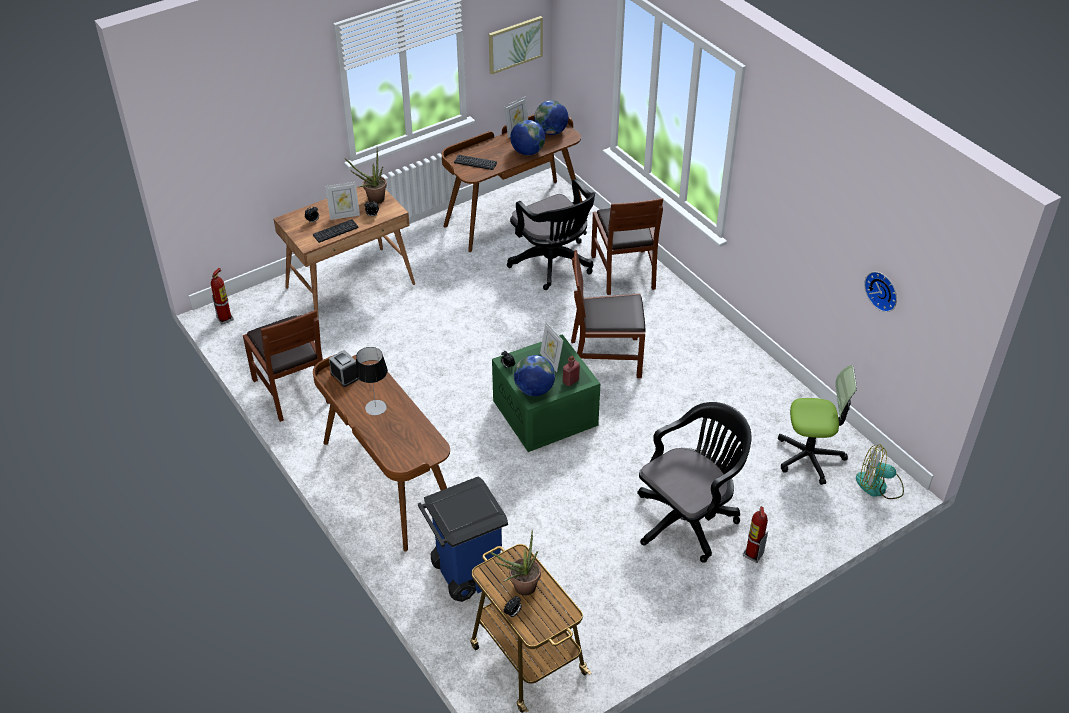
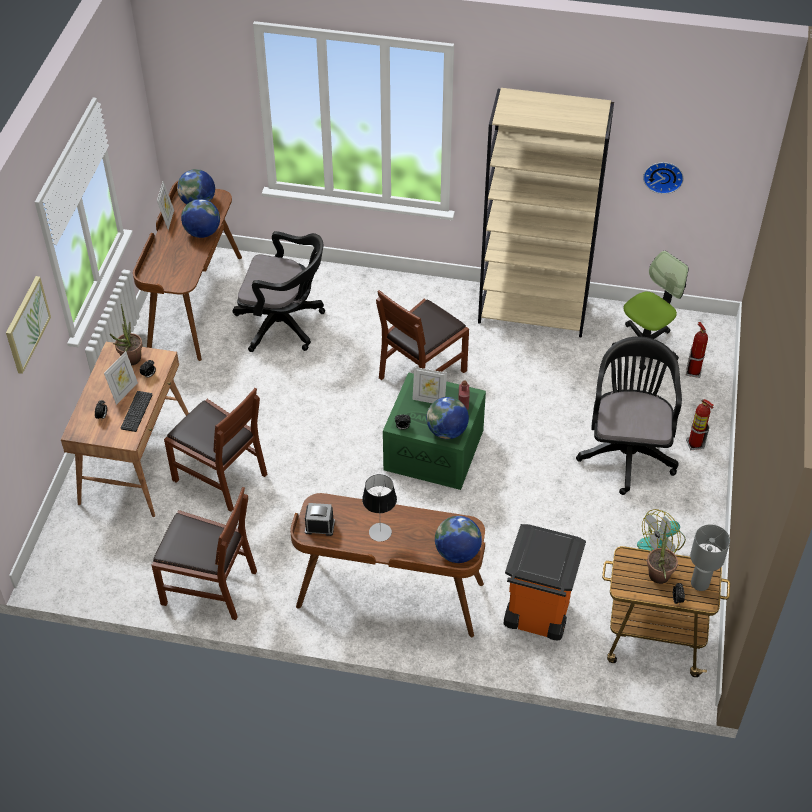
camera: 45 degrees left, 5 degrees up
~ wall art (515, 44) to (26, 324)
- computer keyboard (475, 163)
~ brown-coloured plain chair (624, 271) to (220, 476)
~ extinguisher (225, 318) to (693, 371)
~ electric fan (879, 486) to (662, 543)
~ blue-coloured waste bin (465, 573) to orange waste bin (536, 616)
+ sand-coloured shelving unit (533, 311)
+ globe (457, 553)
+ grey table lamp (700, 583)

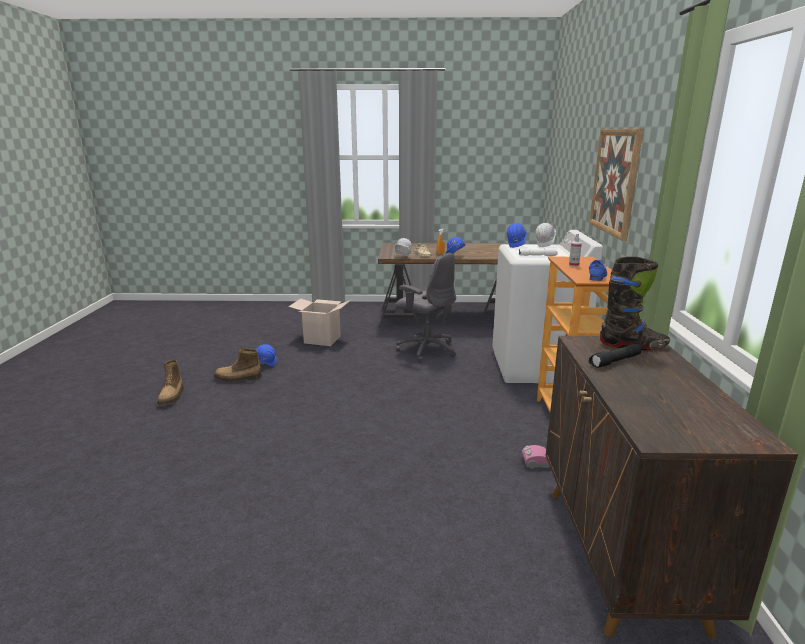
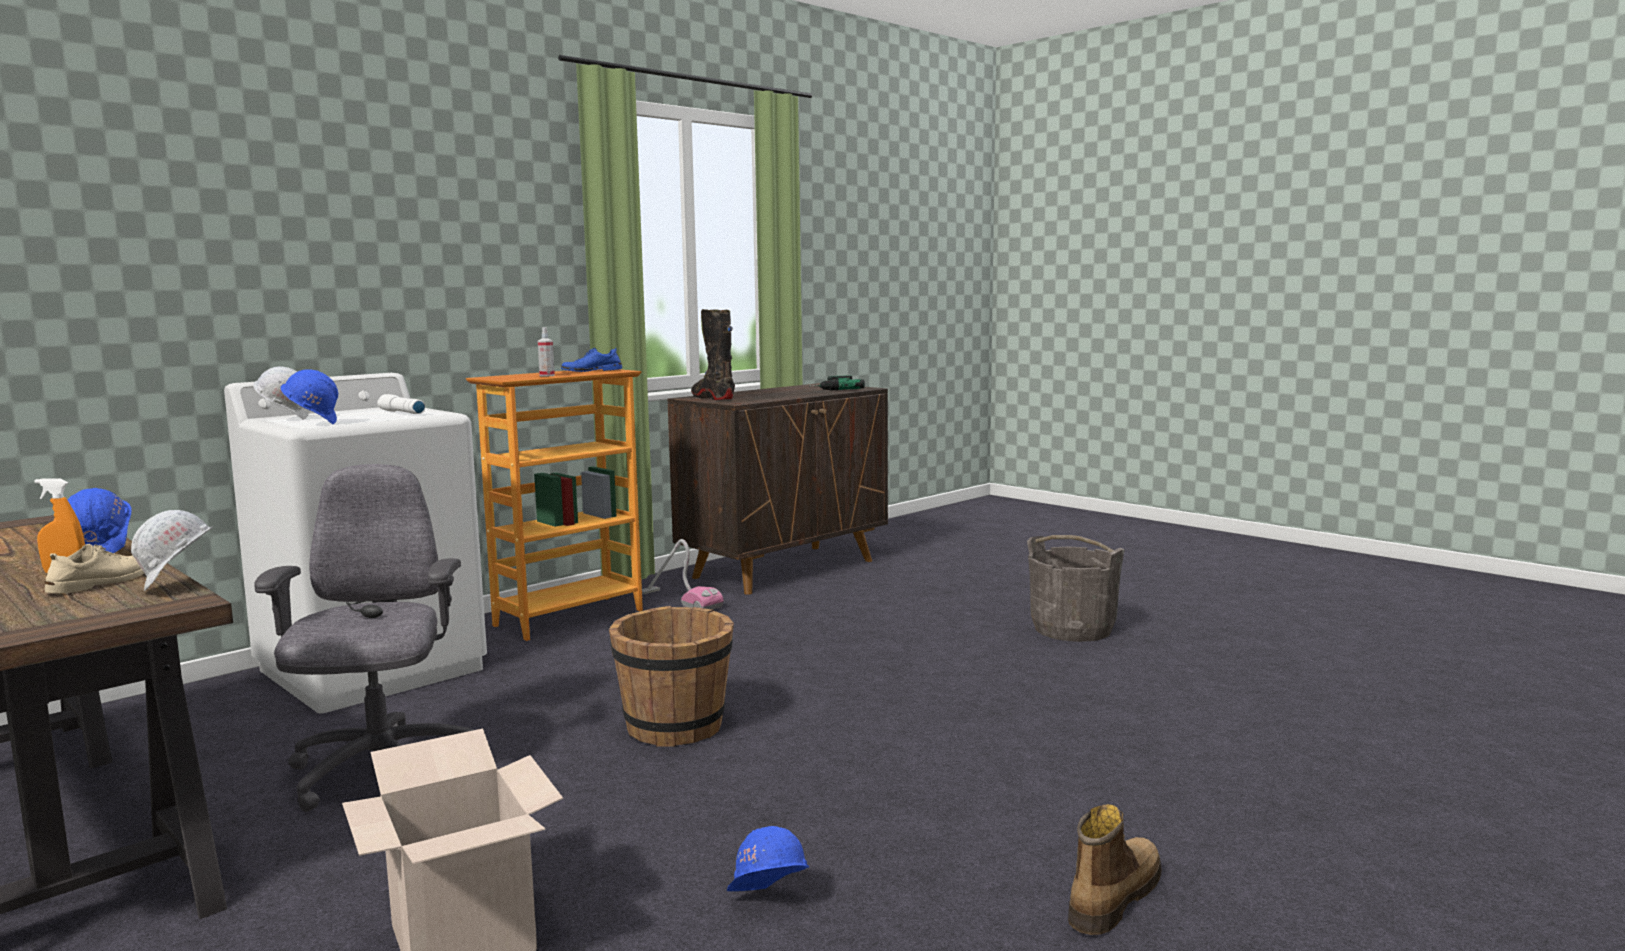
camera: 135 degrees left, 10 degrees down
- wall art (615, 181)
- blackish flashlight (615, 361)
- high-top boot (238, 379)
+ drill (831, 389)
+ grey pail (1073, 629)
+ brown-coloured pail (675, 728)

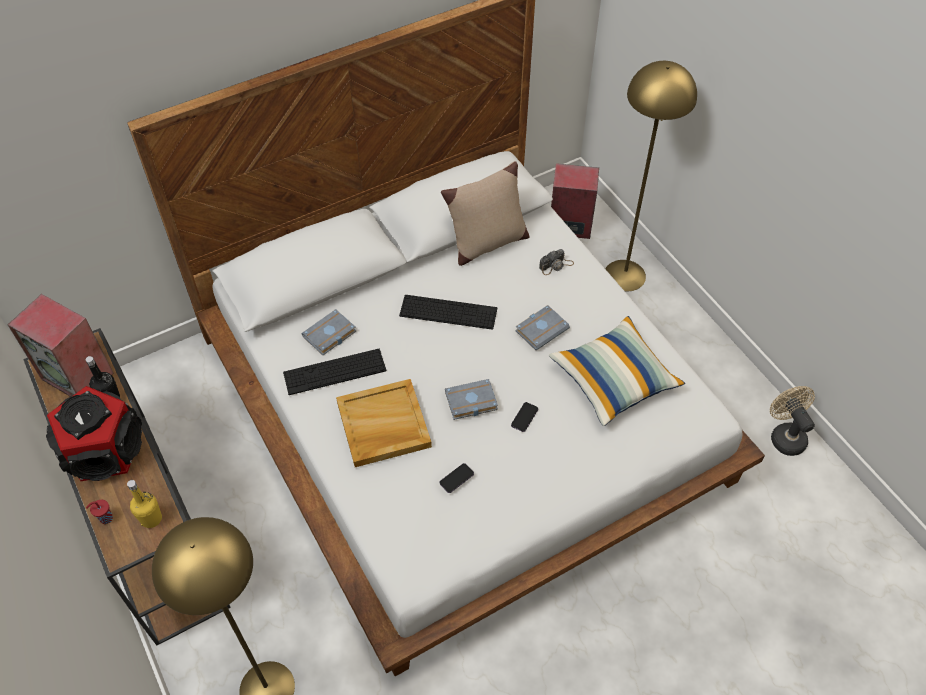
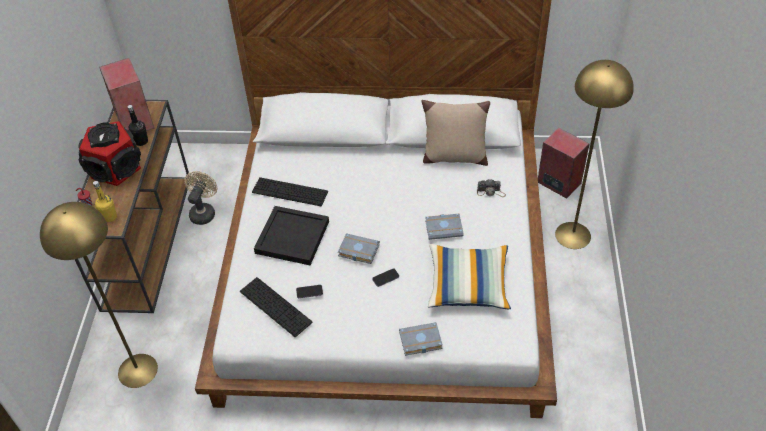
camera: 35 degrees right, 5 degrees down
~ computer keyboard (448, 312) to (275, 306)
~ grey bound book (329, 336) to (420, 342)
~ sand-coloured carrying tray (383, 425) to blackish carrying tray (291, 237)
~ sand-coloured electric fan (785, 435) to (204, 212)

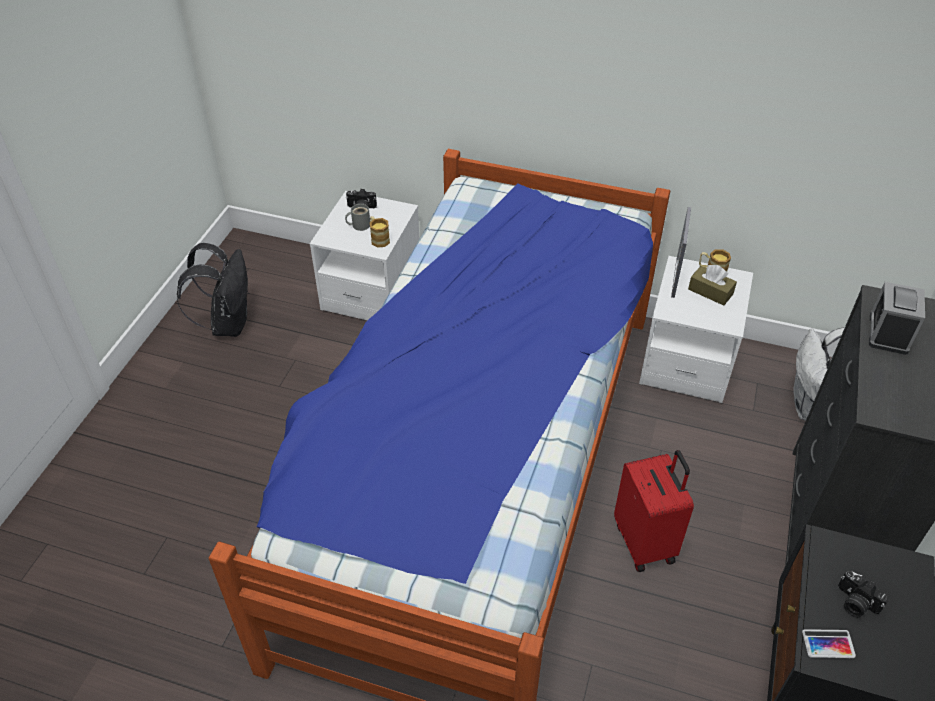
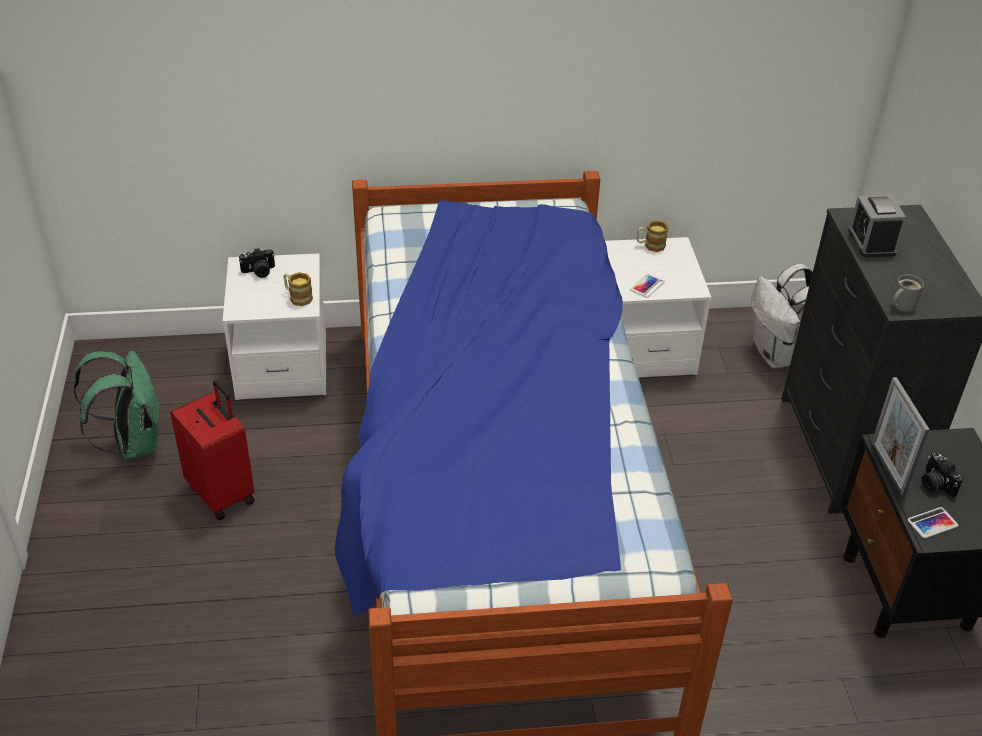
camera: 25 degrees left, 5 degrees down
~ grey coffee mug (359, 225) to (901, 304)
~ standing frame (675, 278) to (888, 468)
~ blackish backpack (228, 323) to green-coloured backpack (133, 443)
- brown-coloured box of tissues (710, 291)
~ red suitcase (646, 542) to (223, 493)
~ still camera (855, 603) = (934, 484) 45 degrees clockwise
+ telephone (647, 286)

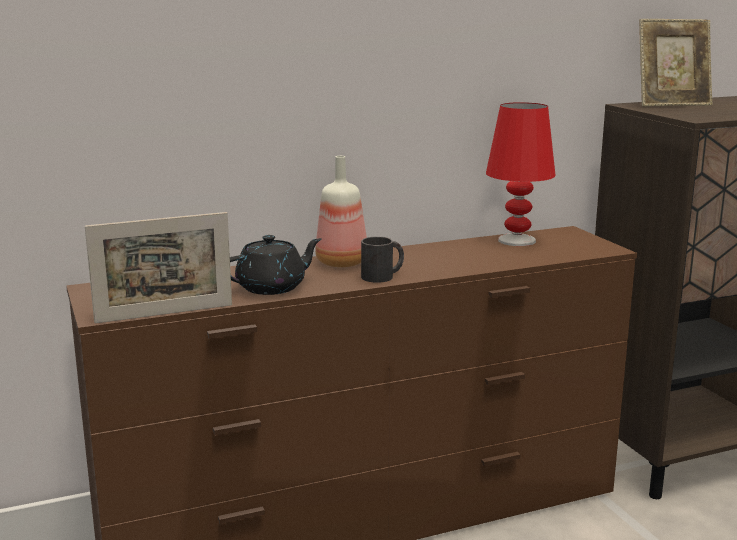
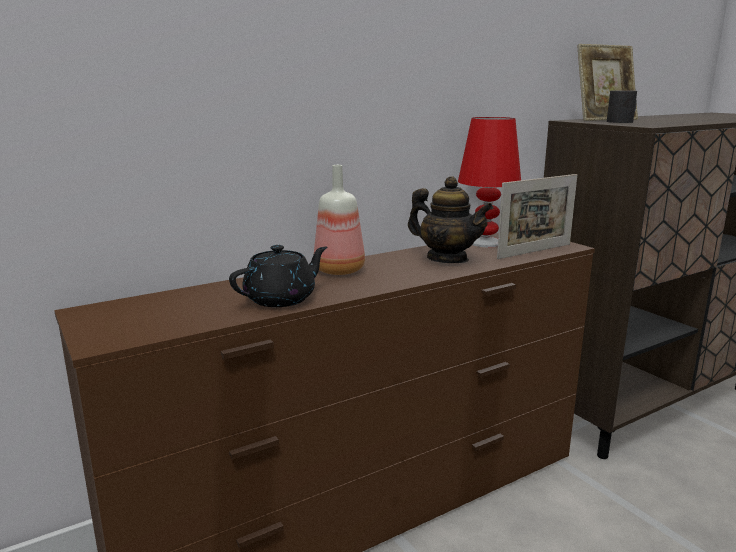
camera: 10 degrees left, 0 degrees up
~ standing frame (165, 313) to (534, 251)
~ blackish coffee mug (383, 276) to (622, 121)
+ pot for tea (447, 259)

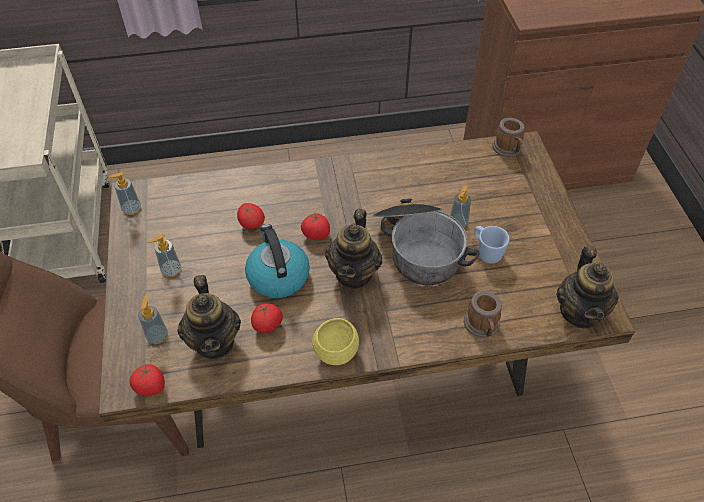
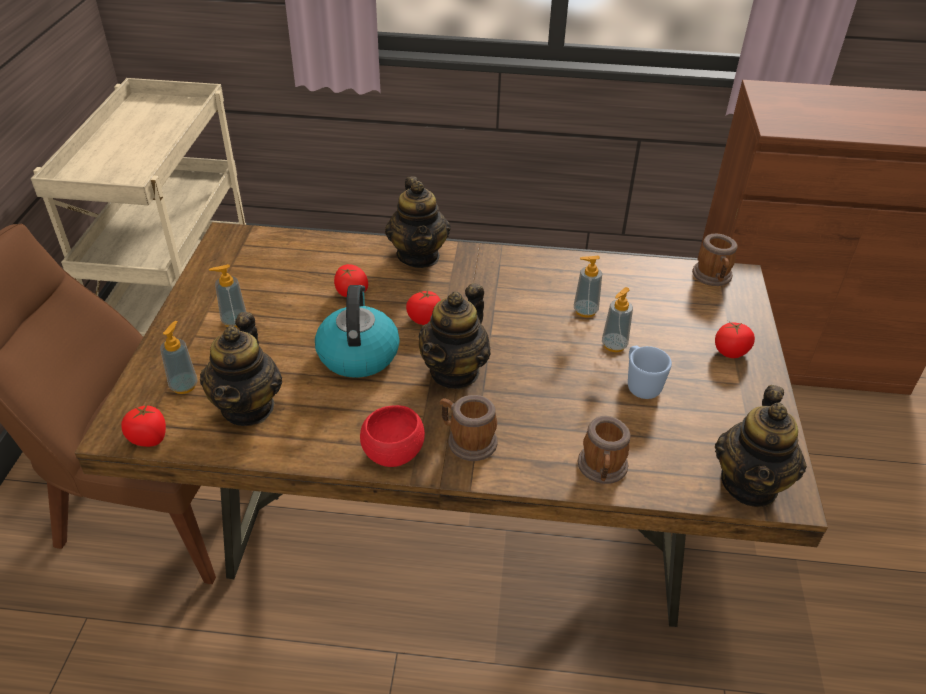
camera: 15 degrees right, 10 degrees down
~ soap dispenser (131, 209) to (585, 311)
- stockpot (418, 249)
~ tomato (268, 324) to (730, 352)
~ yellowish serving bowl (336, 351) to red serving bowl (393, 453)
+ pot for tea (419, 256)
+ coffee mug (467, 441)

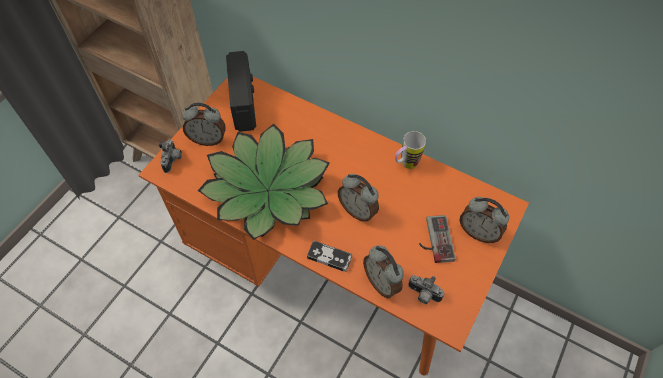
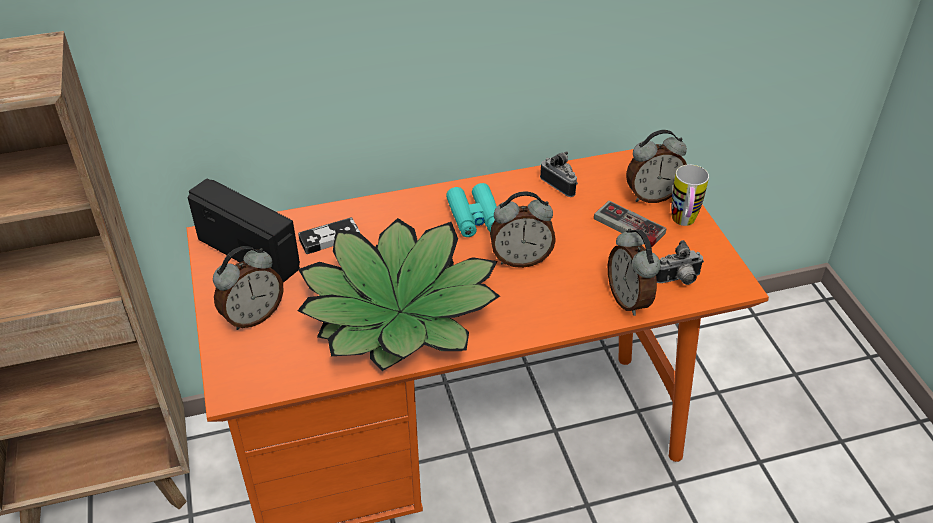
camera: 45 degrees left, 15 degrees down
~ coffee mug (405, 165) to (683, 223)
~ still camera (173, 160) to (560, 184)
~ game controller (329, 257) to (330, 238)
~ bedside clock (381, 282) = (629, 300) 60 degrees clockwise
+ turquoise field glasses (474, 217)

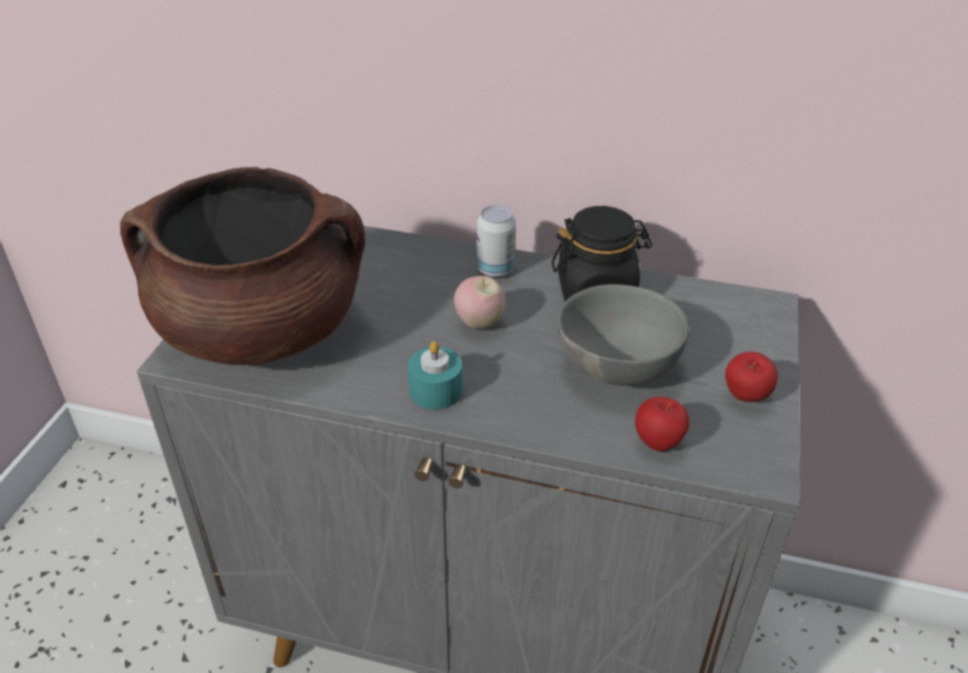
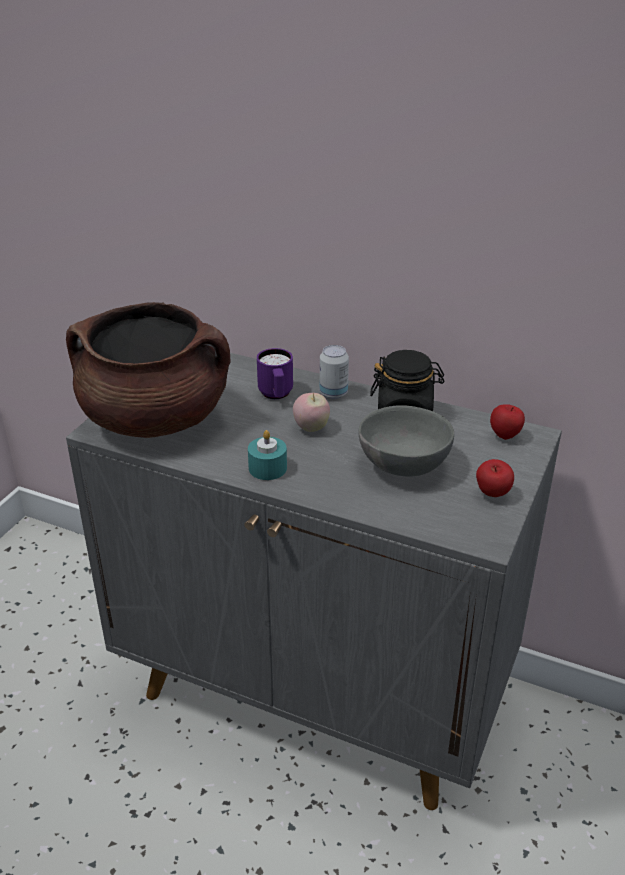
camera: 10 degrees right, 5 degrees down
~ apple fruit (658, 443) to (505, 436)
+ purplish coffee mug (276, 395)

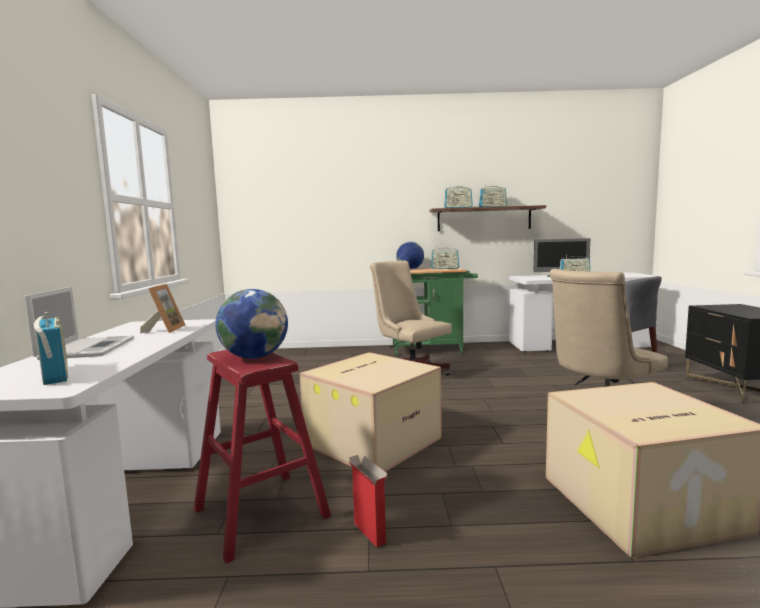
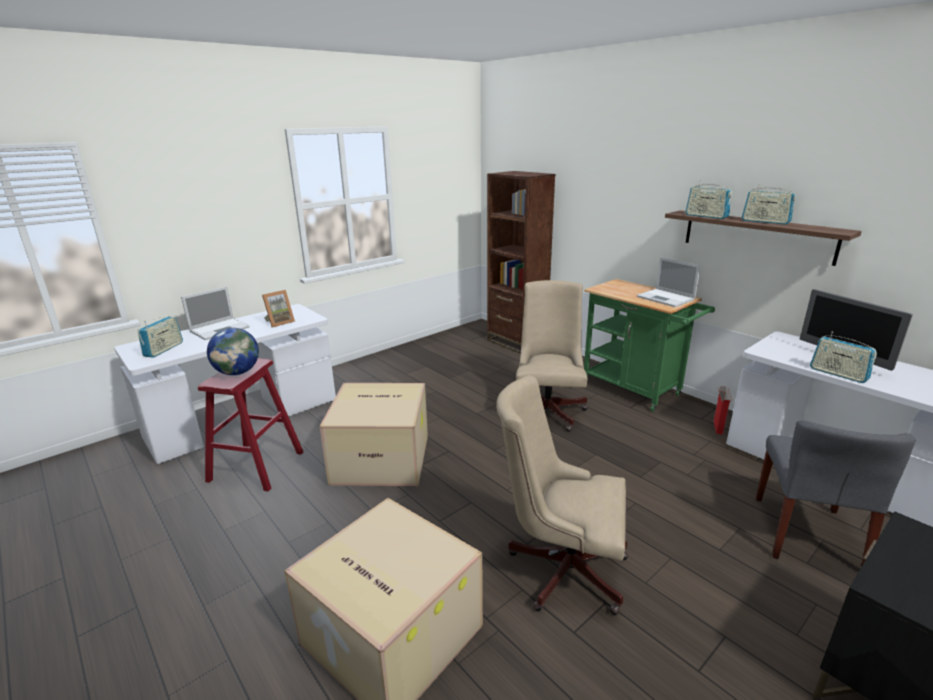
camera: 50 degrees right, 15 degrees up
- globe (410, 269)
~ radio set (445, 268) to notebook computer (666, 298)
~ packing box (369, 532) to (717, 427)
+ brown-coloured shelving unit (516, 342)

